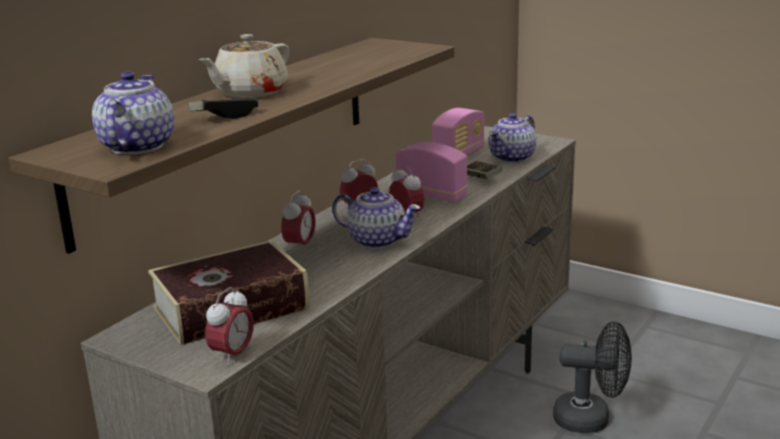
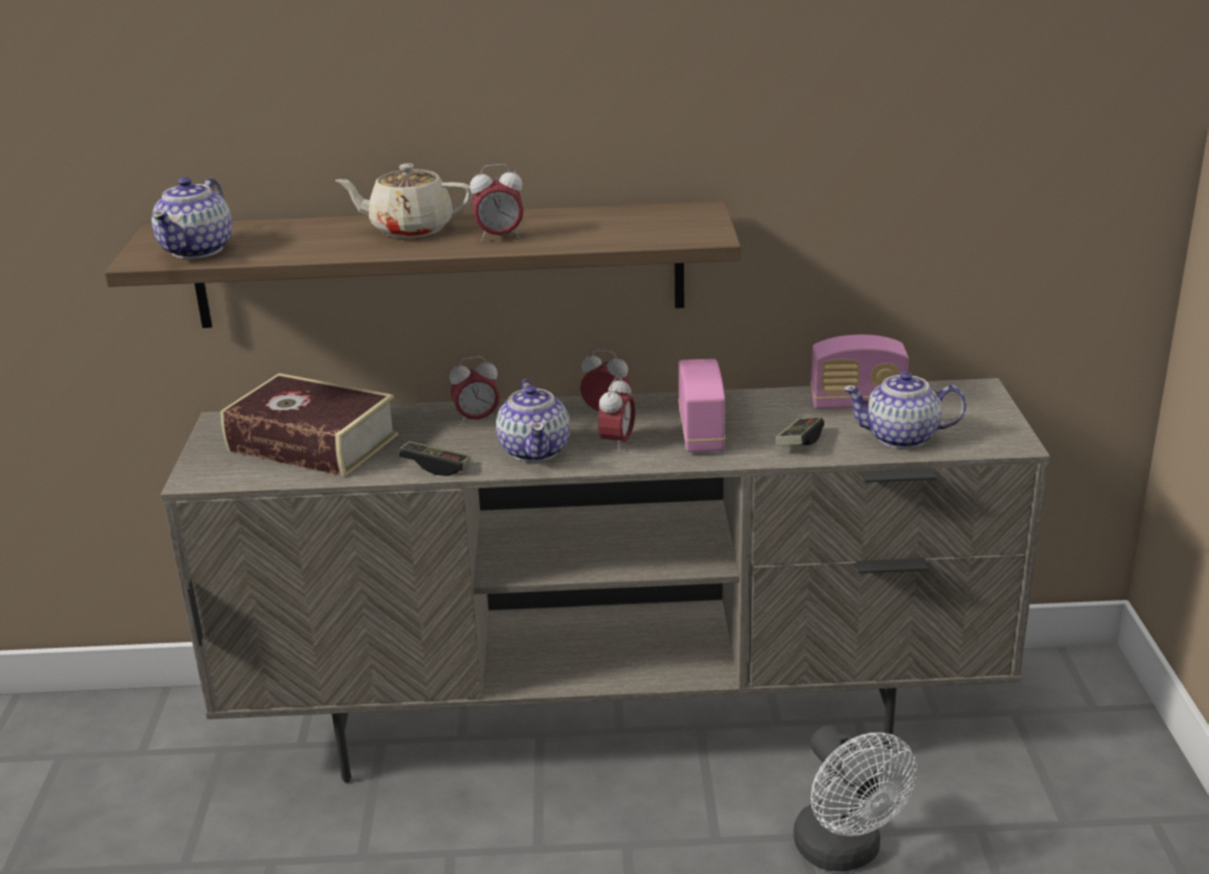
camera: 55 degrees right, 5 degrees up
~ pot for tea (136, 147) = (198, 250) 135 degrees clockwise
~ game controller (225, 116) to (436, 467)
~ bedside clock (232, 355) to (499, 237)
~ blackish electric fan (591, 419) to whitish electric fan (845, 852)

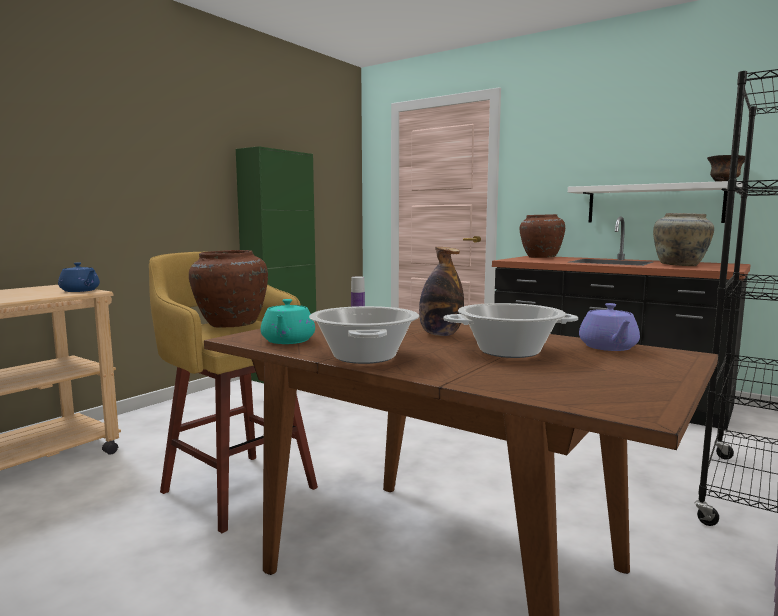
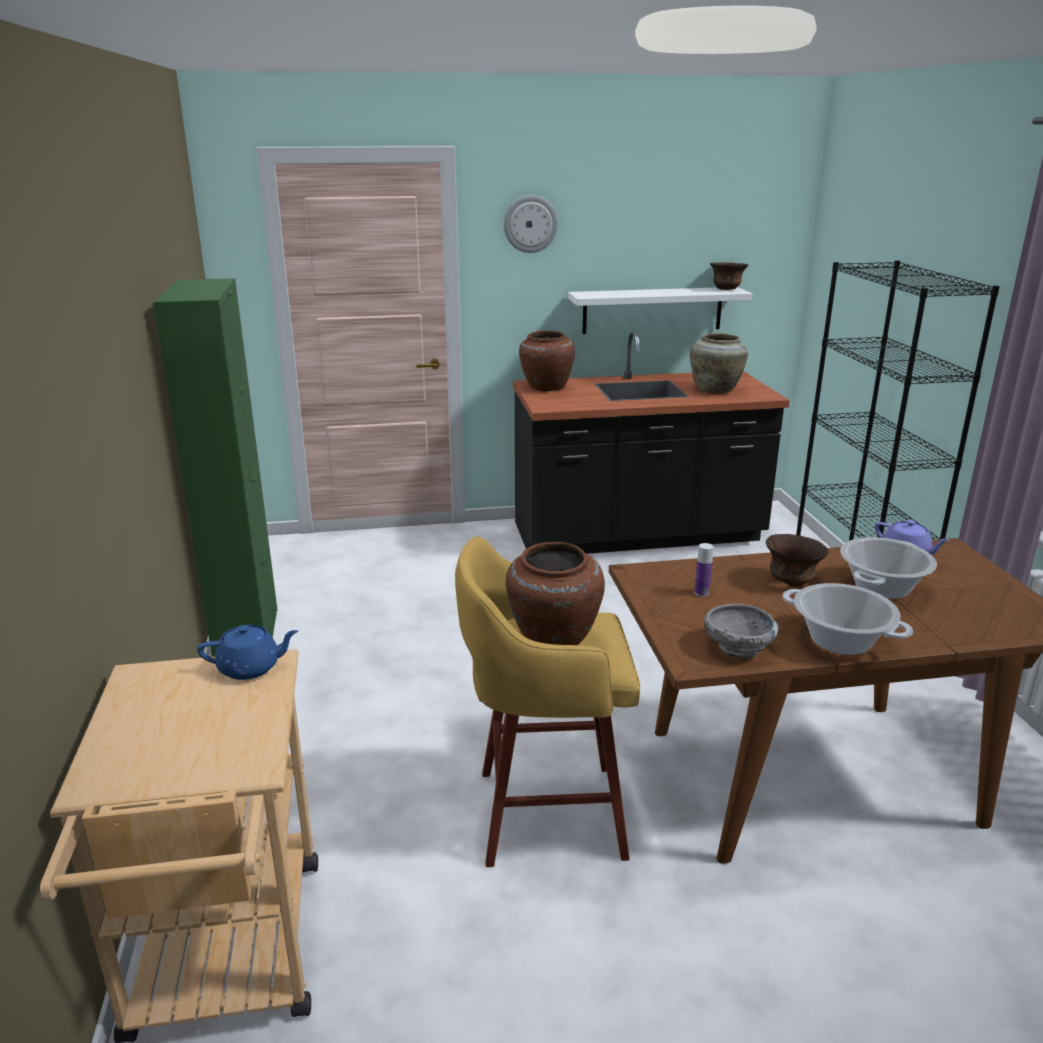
camera: 45 degrees left, 15 degrees up
~ drink bottle (440, 334) to brown-coloured serving bowl (791, 582)
~ turquoise pot for tea (288, 341) to grey serving bowl (737, 647)
+ hanging clock (530, 224)

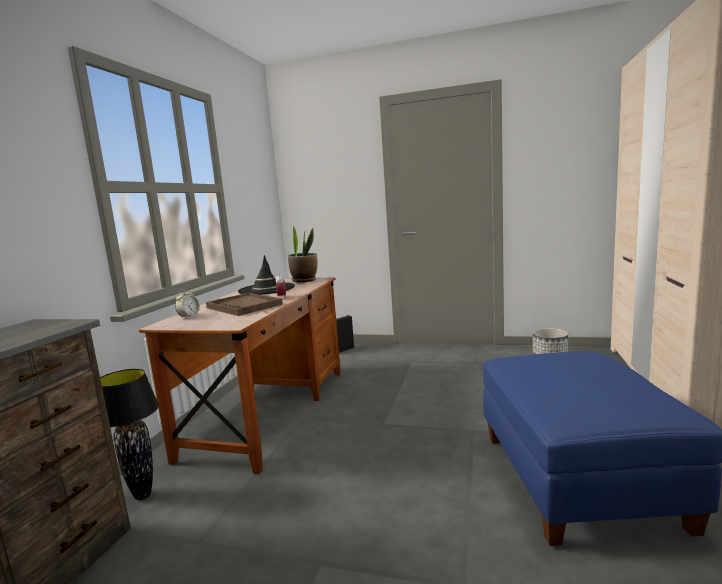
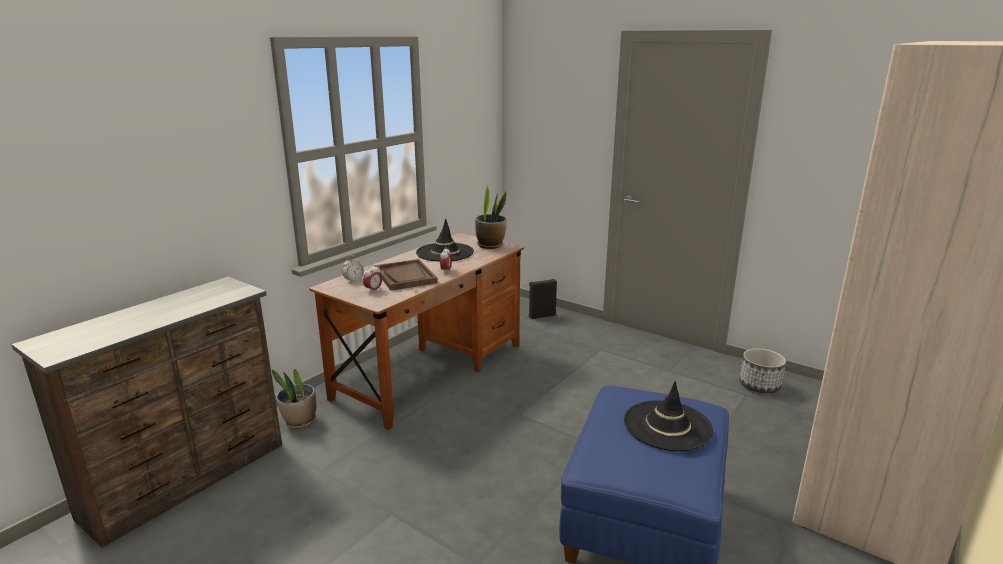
camera: 20 degrees right, 10 degrees up
~ blackish table lamp (143, 495) to potted plant (300, 421)
+ bedside clock (373, 290)
+ blackish hat (667, 425)

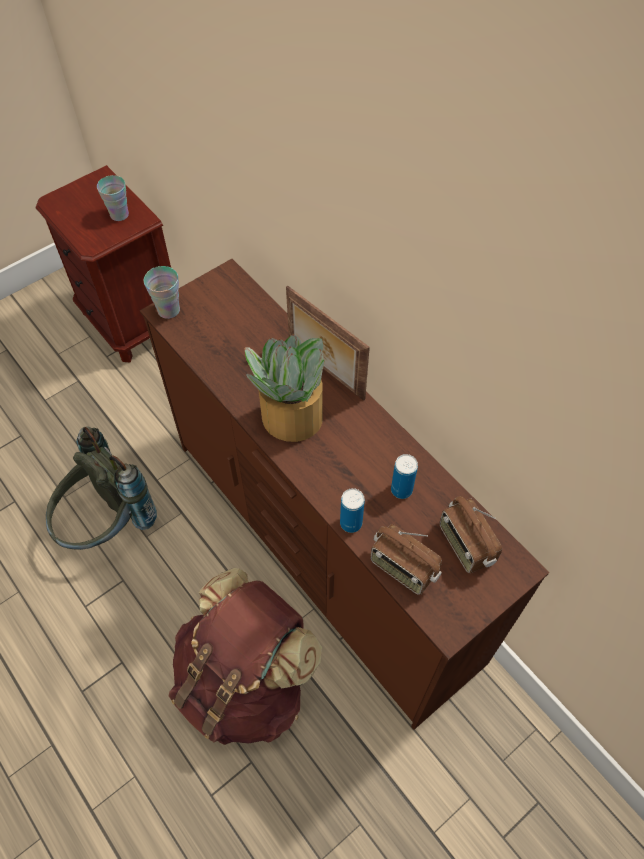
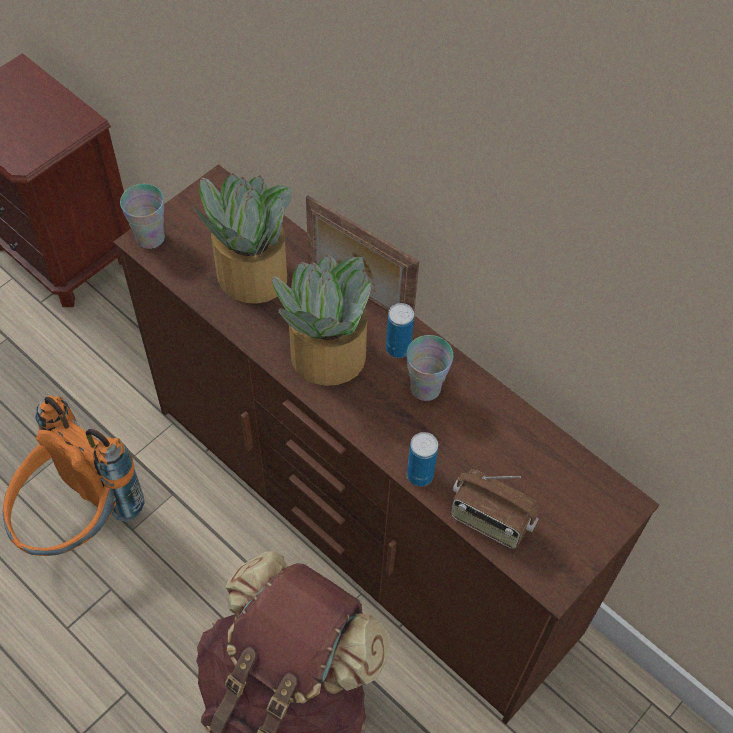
camera: 10 degrees left, 0 degrees up
~ small cup (119, 214) to (425, 388)
~ grey backpack (107, 525) to orange backpack (79, 522)
~ sealed can (401, 490) to (398, 348)
- radio set (465, 545)
+ potted plant (251, 275)

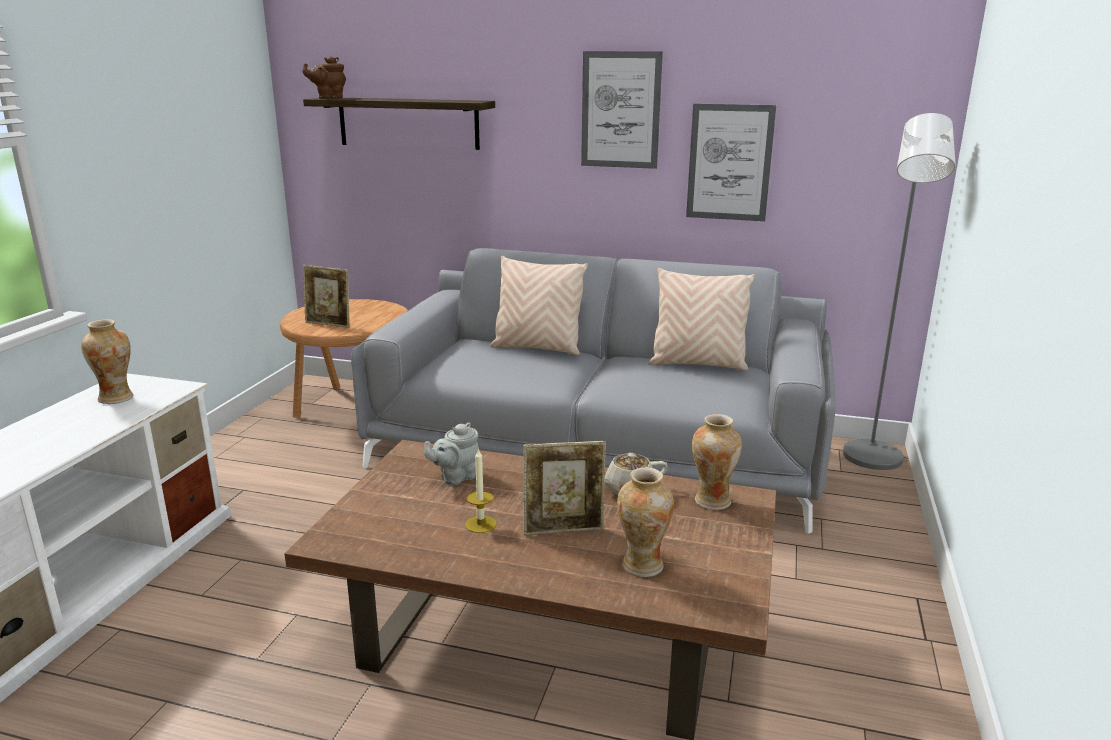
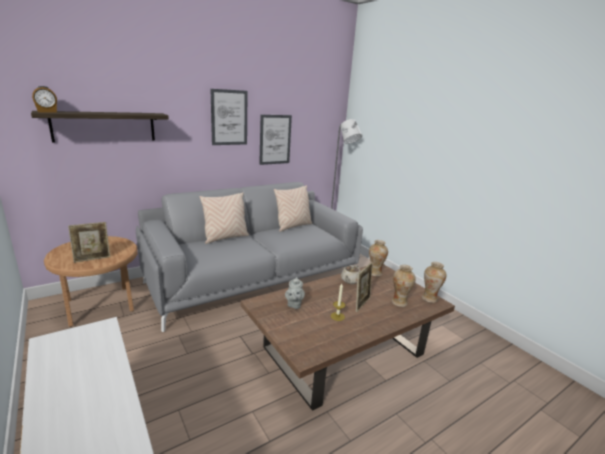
camera: 50 degrees left, 0 degrees up
~ brown-coloured pot for tea (328, 98) to bedside clock (47, 112)
~ vase (116, 398) to (429, 298)

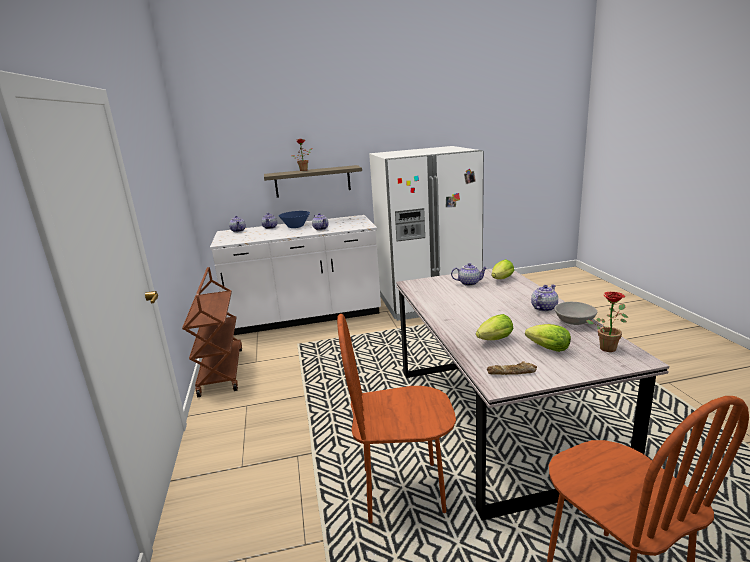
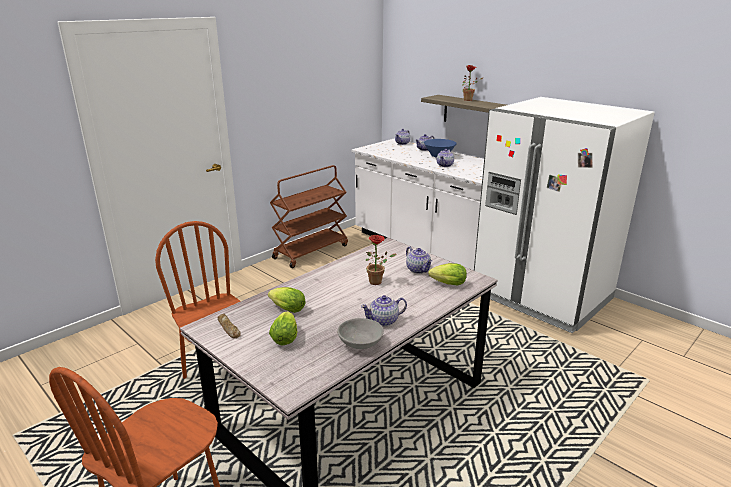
camera: 55 degrees right, 5 degrees up
~ pot for tea (543, 308) = (384, 321) 150 degrees clockwise
~ potted plant (608, 347) to (378, 282)

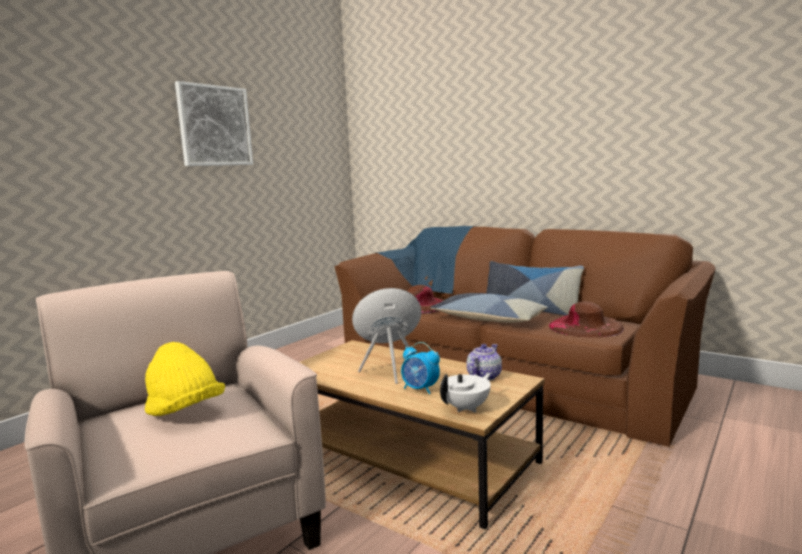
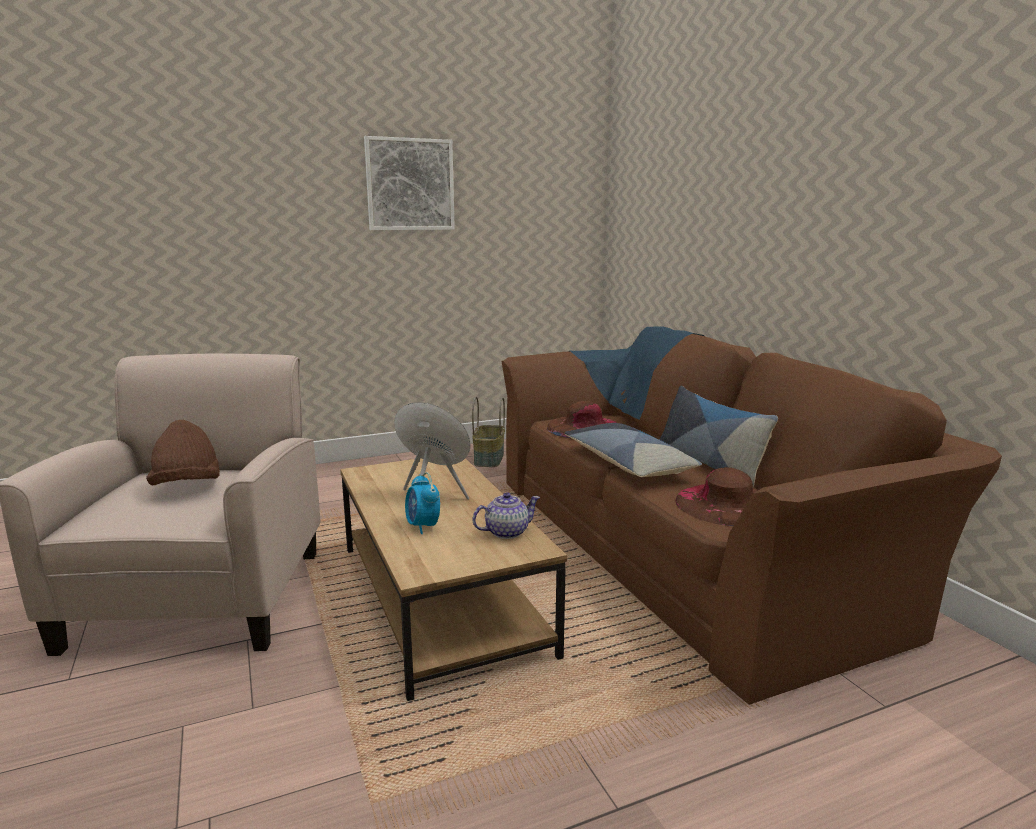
camera: 30 degrees right, 5 degrees up
~ yellowish hat (185, 411) to brown-coloured hat (187, 487)
- whitish pot for tea (466, 408)
+ storage basket (489, 459)

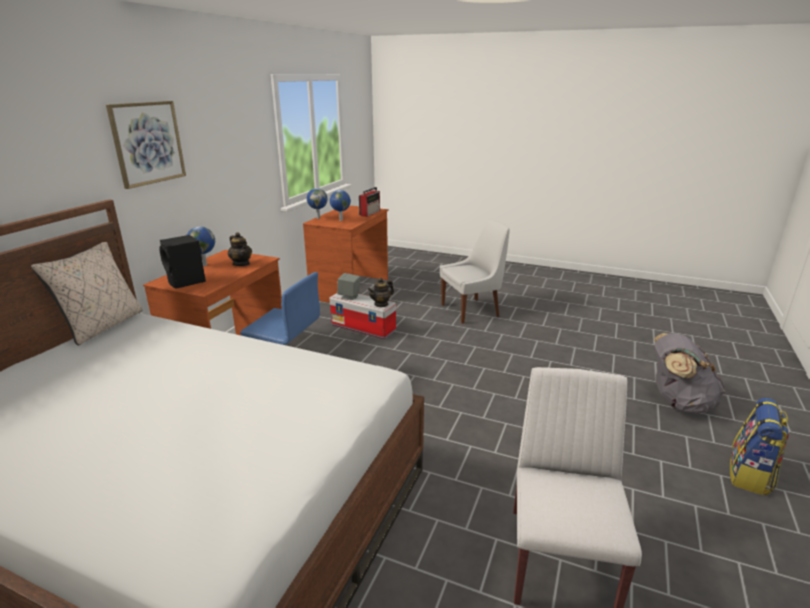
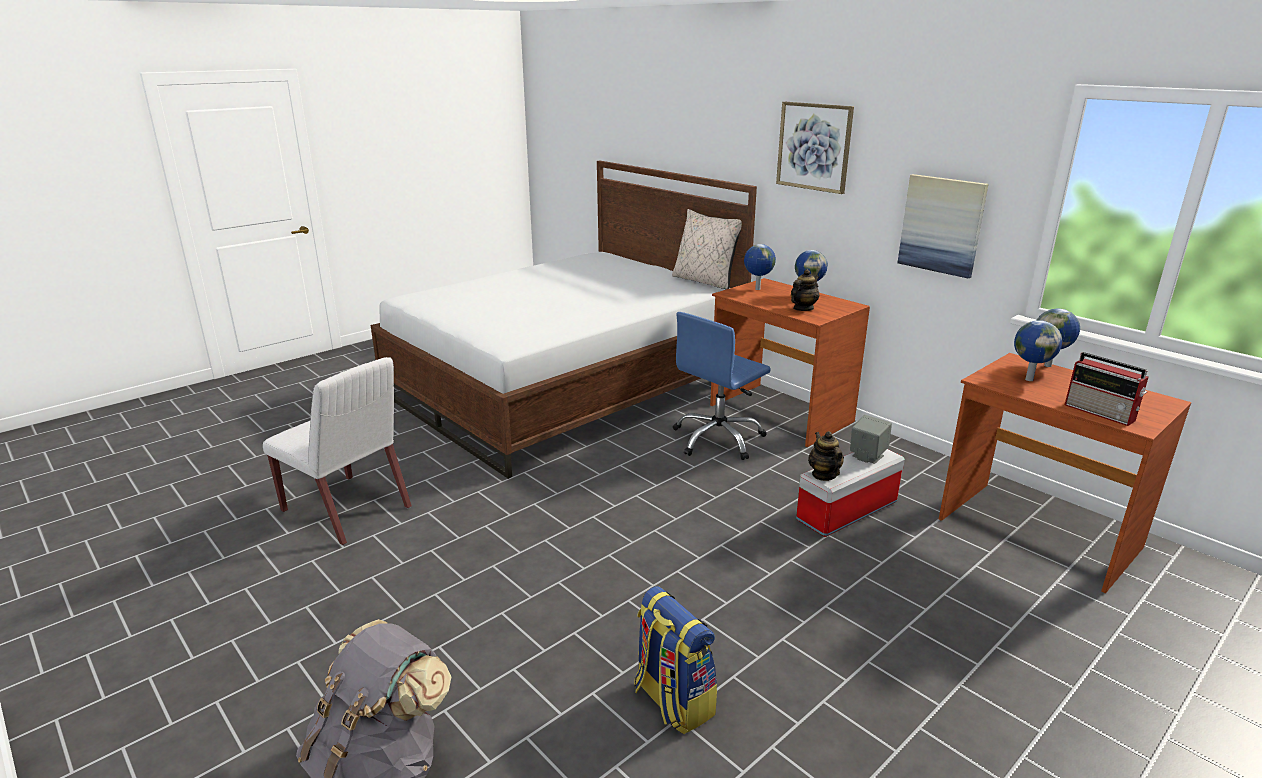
camera: 115 degrees right, 0 degrees up
- whitish plain chair (472, 310)
~ pot for tea (241, 264) = (803, 308) 150 degrees clockwise
~ blackish audio speaker (186, 282) to globe (757, 289)
~ backpack (750, 476) to (672, 701)
+ wall art (942, 225)

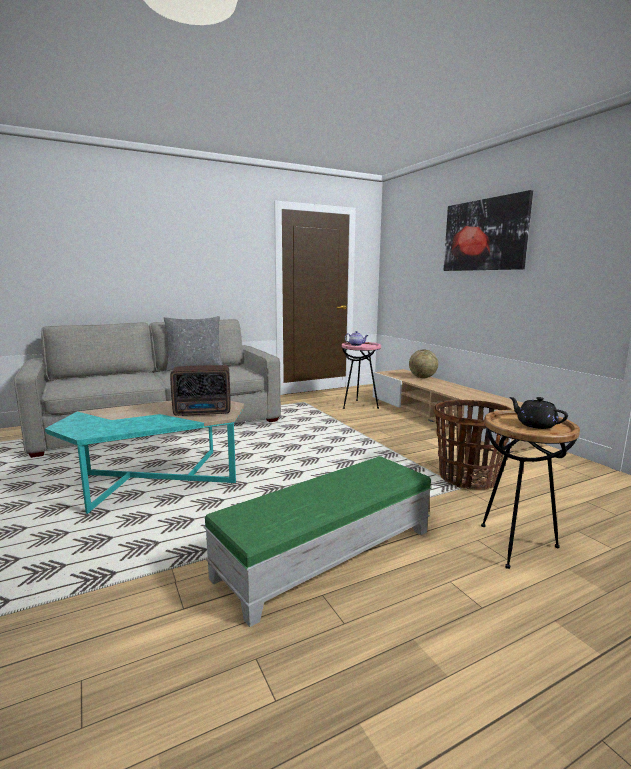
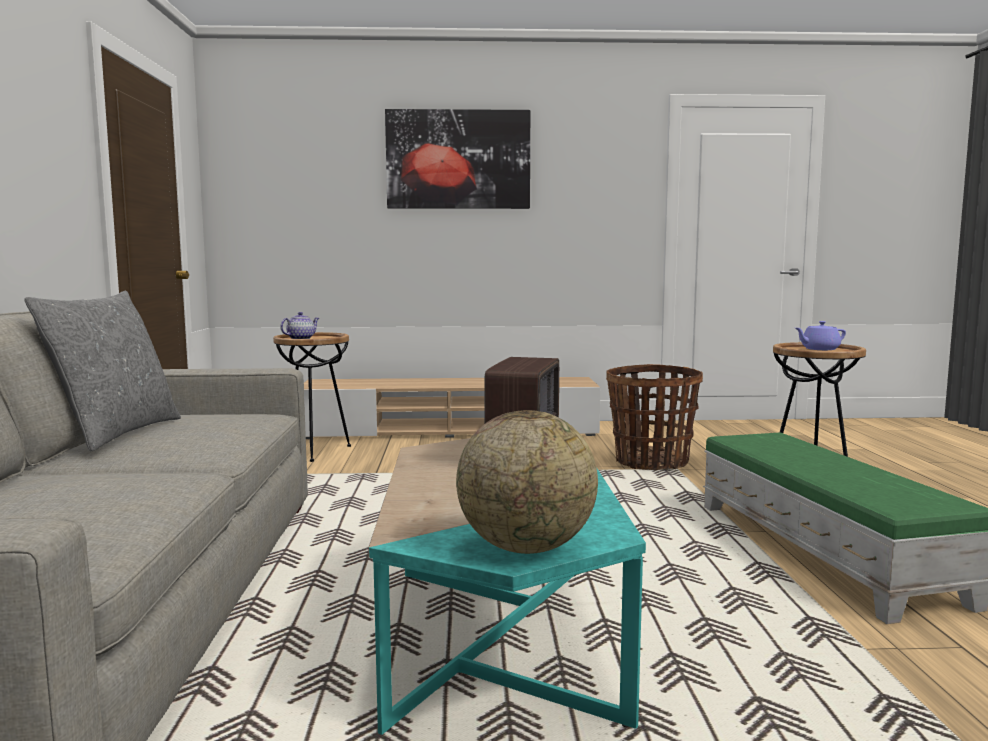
camera: 65 degrees left, 5 degrees down
~ pink-coloured accent table (359, 405) to brown-coloured accent table (316, 451)
~ globe (422, 377) to (526, 548)
~ blackish pot for tea (535, 425) to purplish pot for tea (819, 349)

